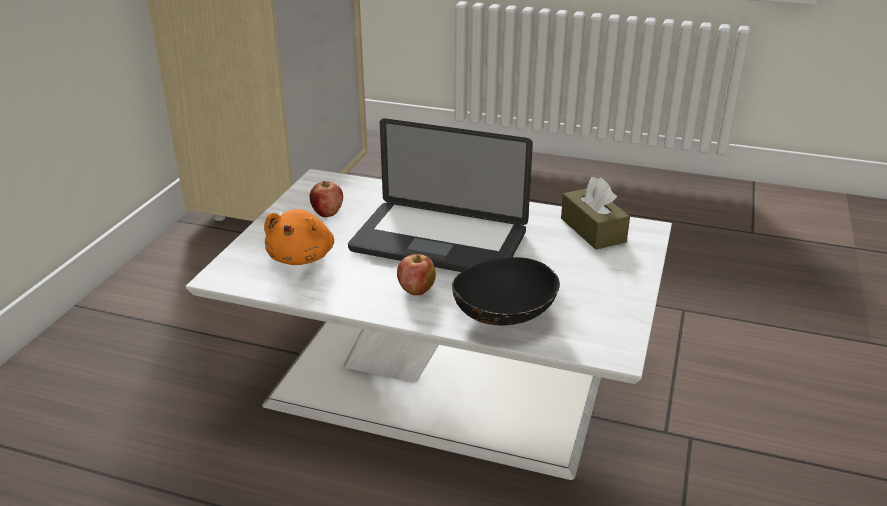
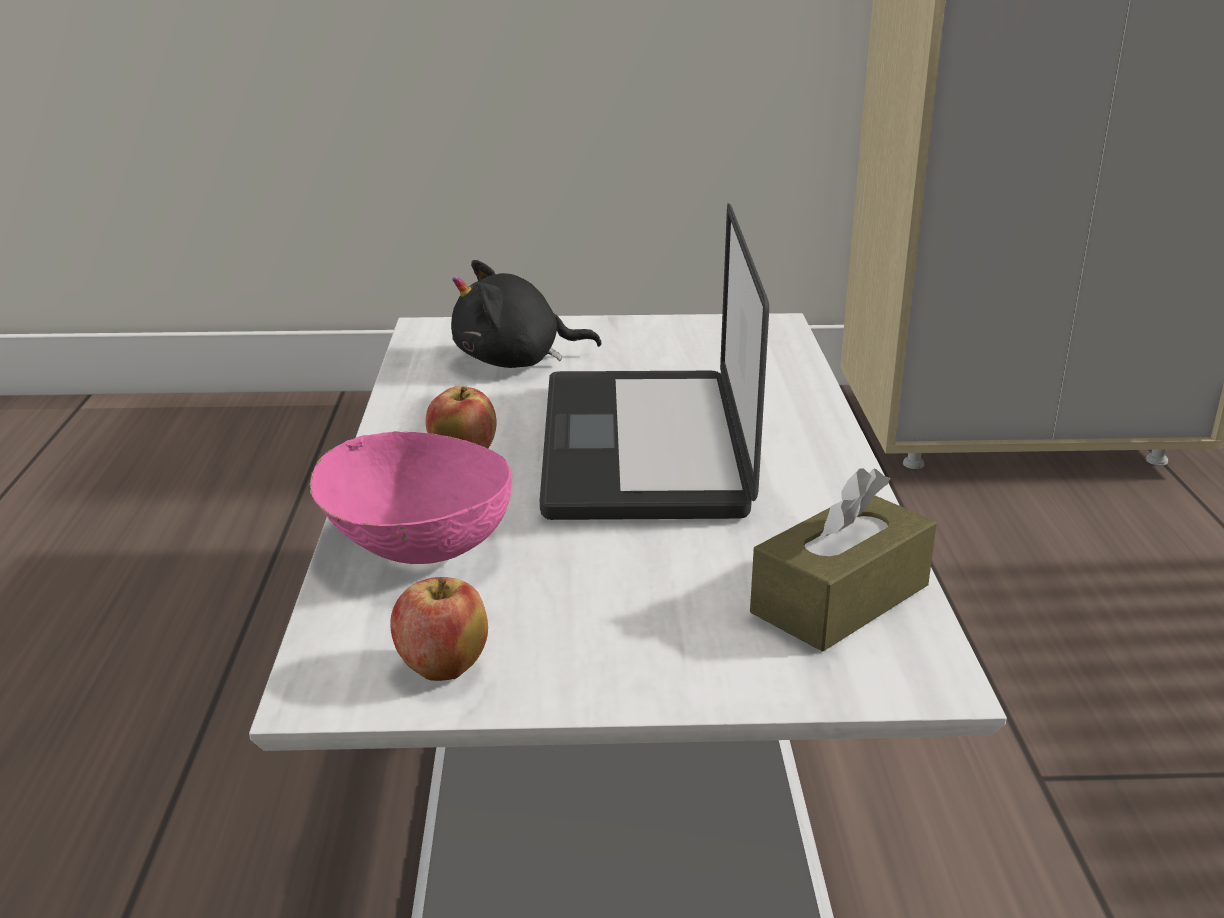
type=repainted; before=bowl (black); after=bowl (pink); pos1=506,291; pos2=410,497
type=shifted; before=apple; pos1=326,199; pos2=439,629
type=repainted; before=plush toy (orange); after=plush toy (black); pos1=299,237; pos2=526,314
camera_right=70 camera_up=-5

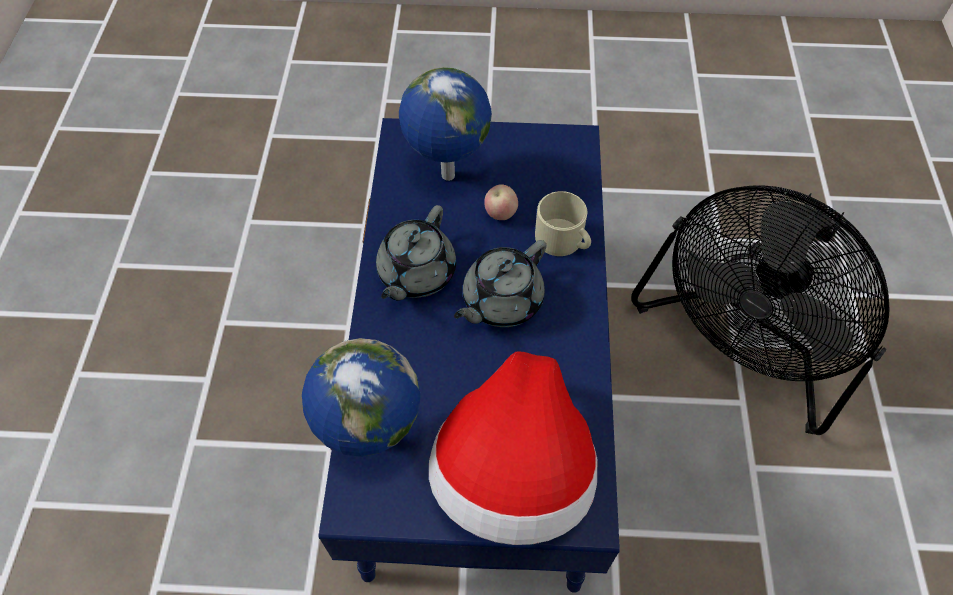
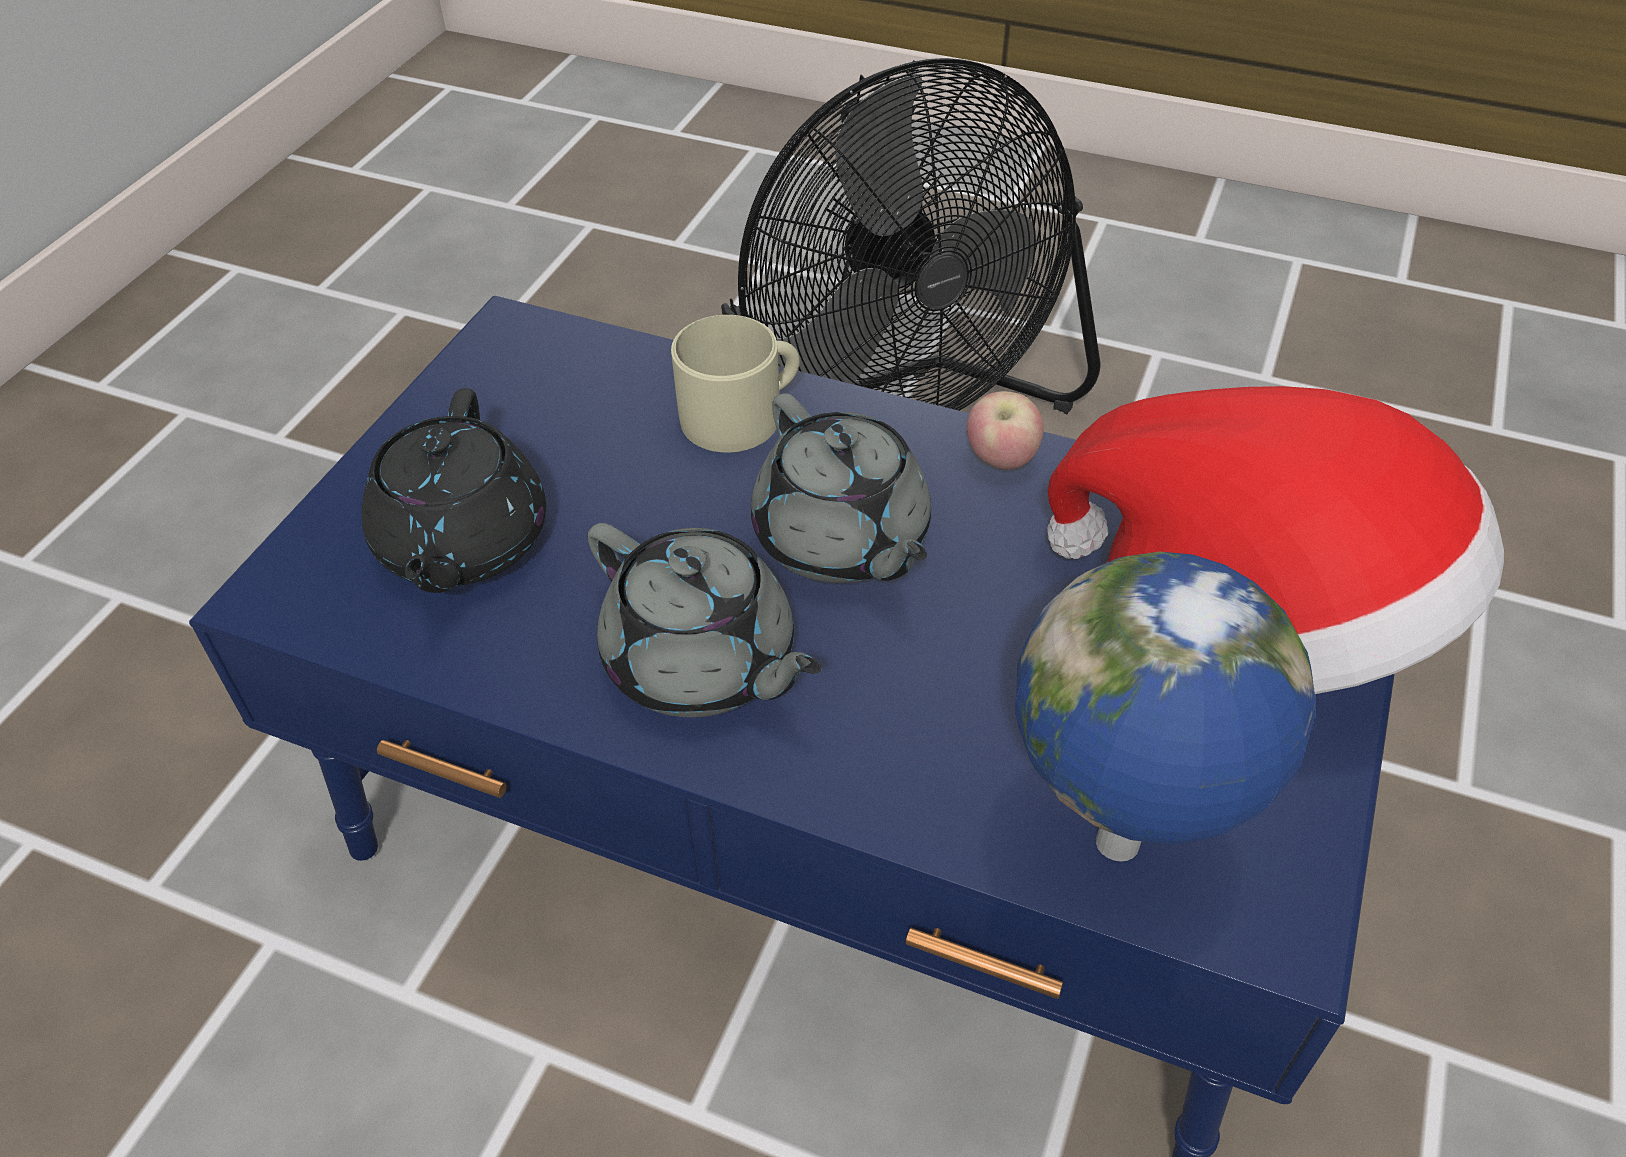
type=swapped; before=globe; after=teapot (black); pos1=445,124; pos2=454,490
type=shifted; before=apple; pos1=501,202; pos2=1005,430
camera_right=-70 camera_up=-10

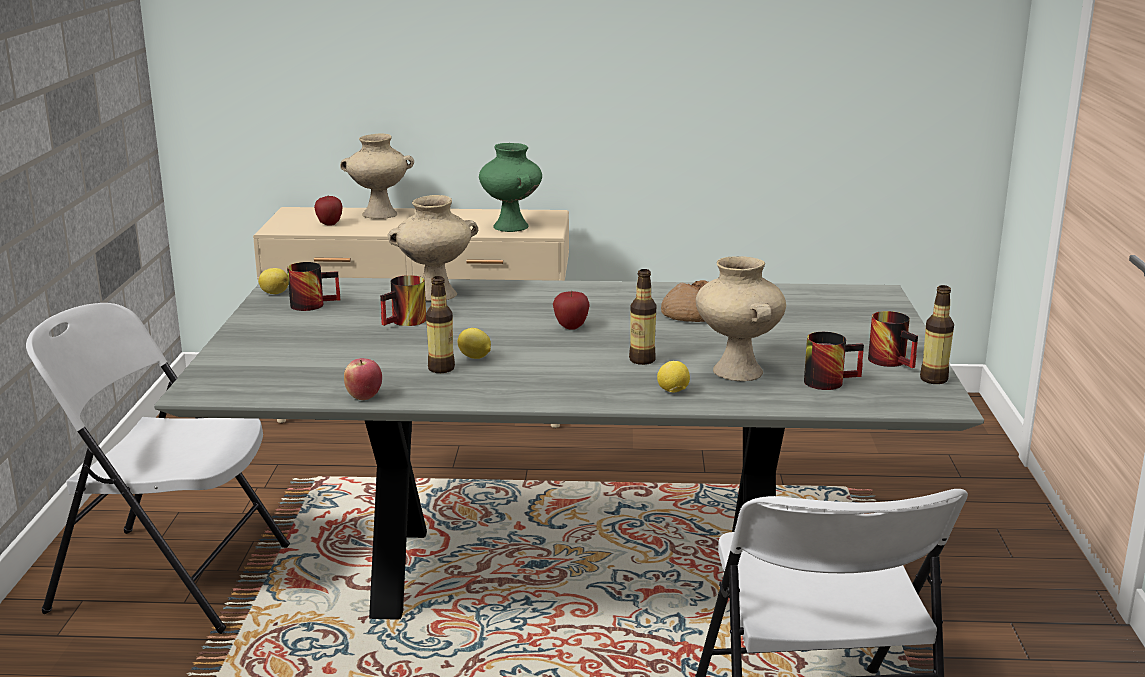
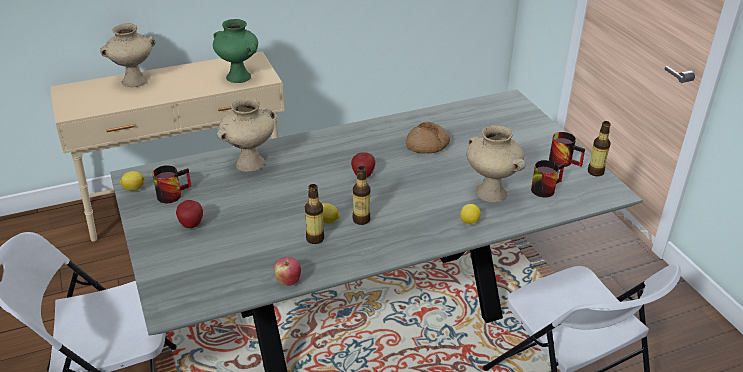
type=shifted; before=apple; pos1=328,211; pos2=189,214
type=shifted; before=bottle; pos1=642,317; pos2=361,195
type=gone; before=mug; pos1=403,300
camera_right=-25 camera_up=15

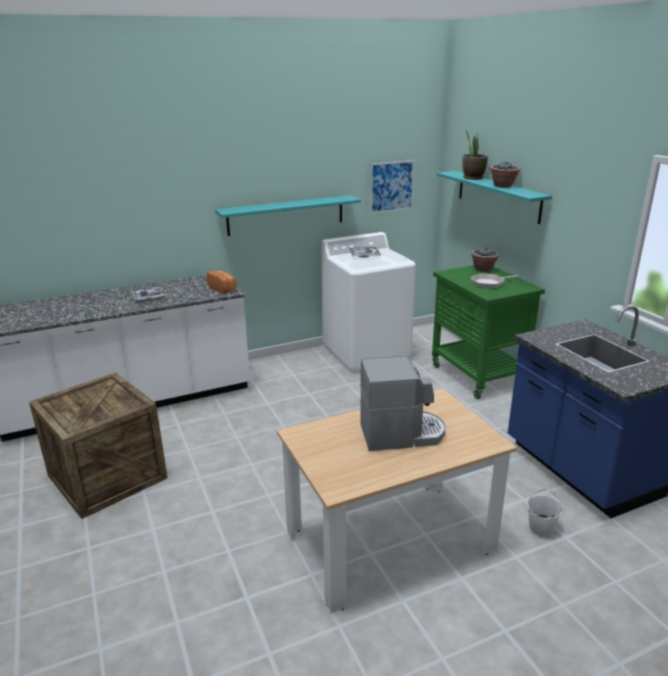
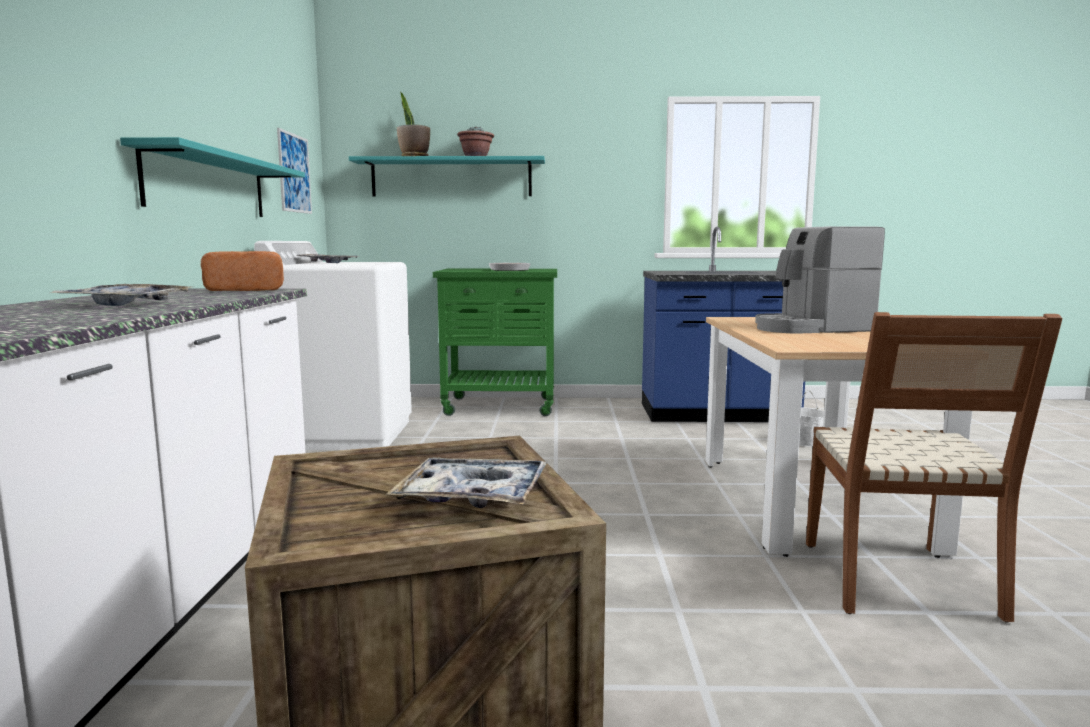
type=new; after=tray; pos2=467,482
type=rotated; before=coffee machine; pos1=403,403; pos2=820,280; turn=-120
type=new; after=chair; pos2=934,467
type=gone; before=potted plant; pos1=485,259
camera_right=-65 camera_up=-15

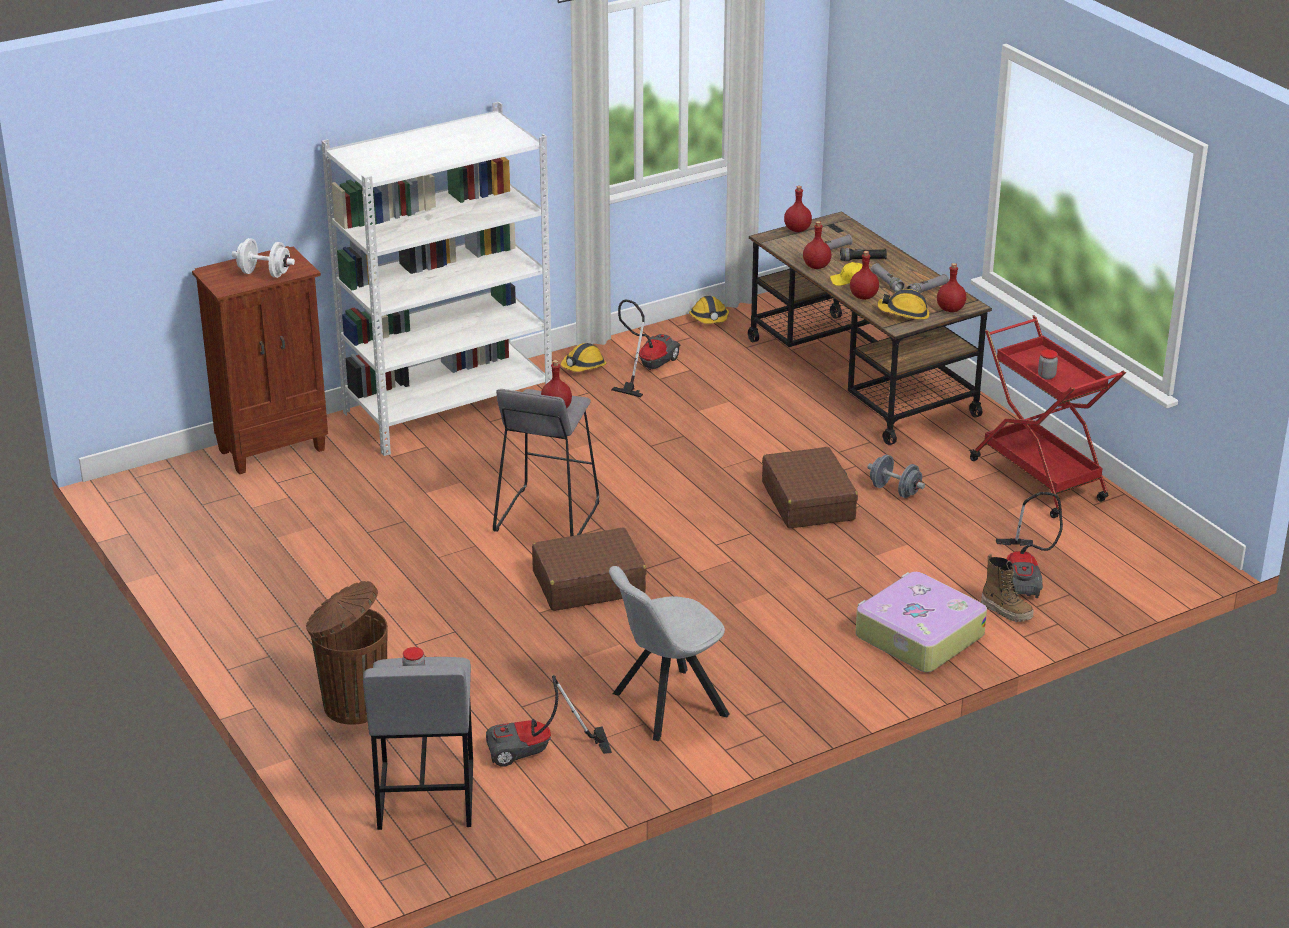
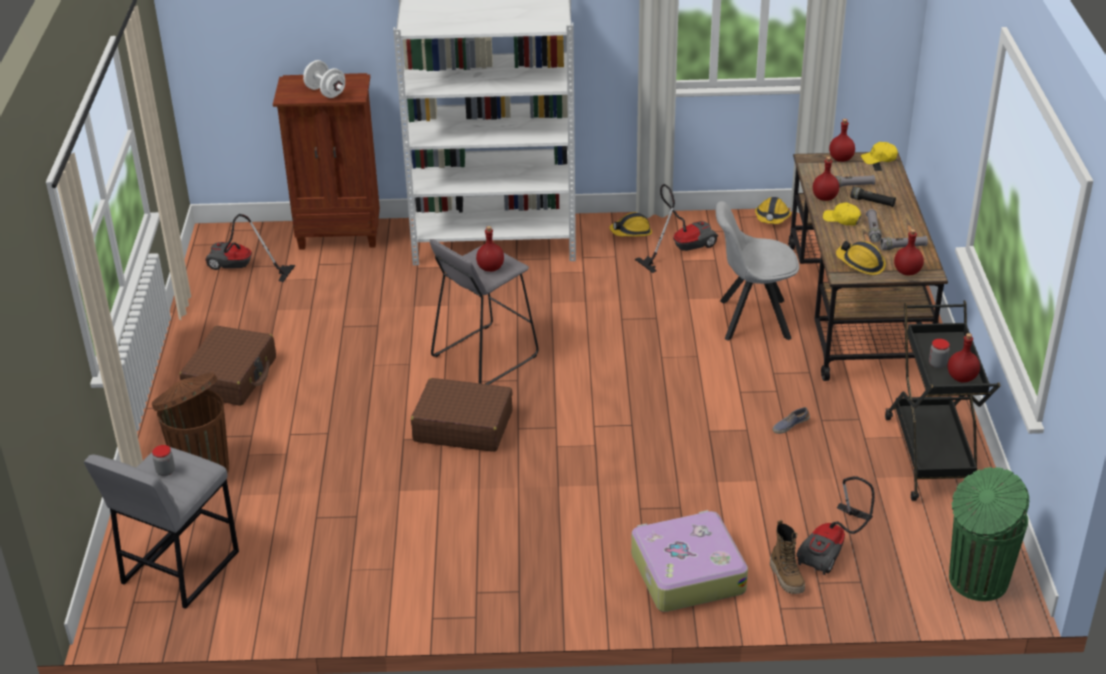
type=shifted; before=suitcase (brown); pos1=810,487; pos2=227,366
type=shifted; before=vacuum cleaner; pos1=549,720; pos2=250,248
type=shifted; before=chair (grey); pos1=669,653; pos2=757,271
type=swapped; before=dumbbell (grey); after=shoe; pos1=896,476; pos2=791,420
type=new; after=cap (yellow); pos2=879,153
type=repainted; before=cart (red); after=cart (black); pos1=1047,416; pos2=943,400
type=shifted; before=bottle (red); pos1=864,275; pos2=964,357
type=new; after=trash can (green); pos2=989,534
camera_right=30 camera_up=5

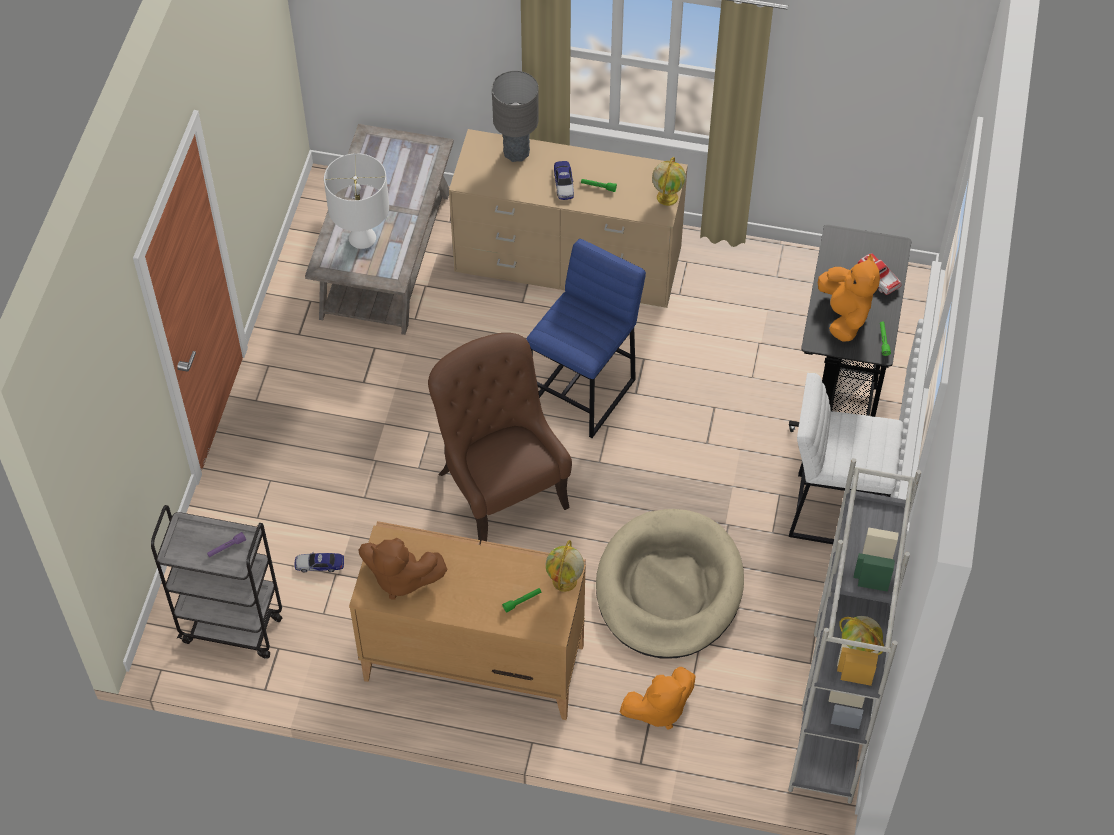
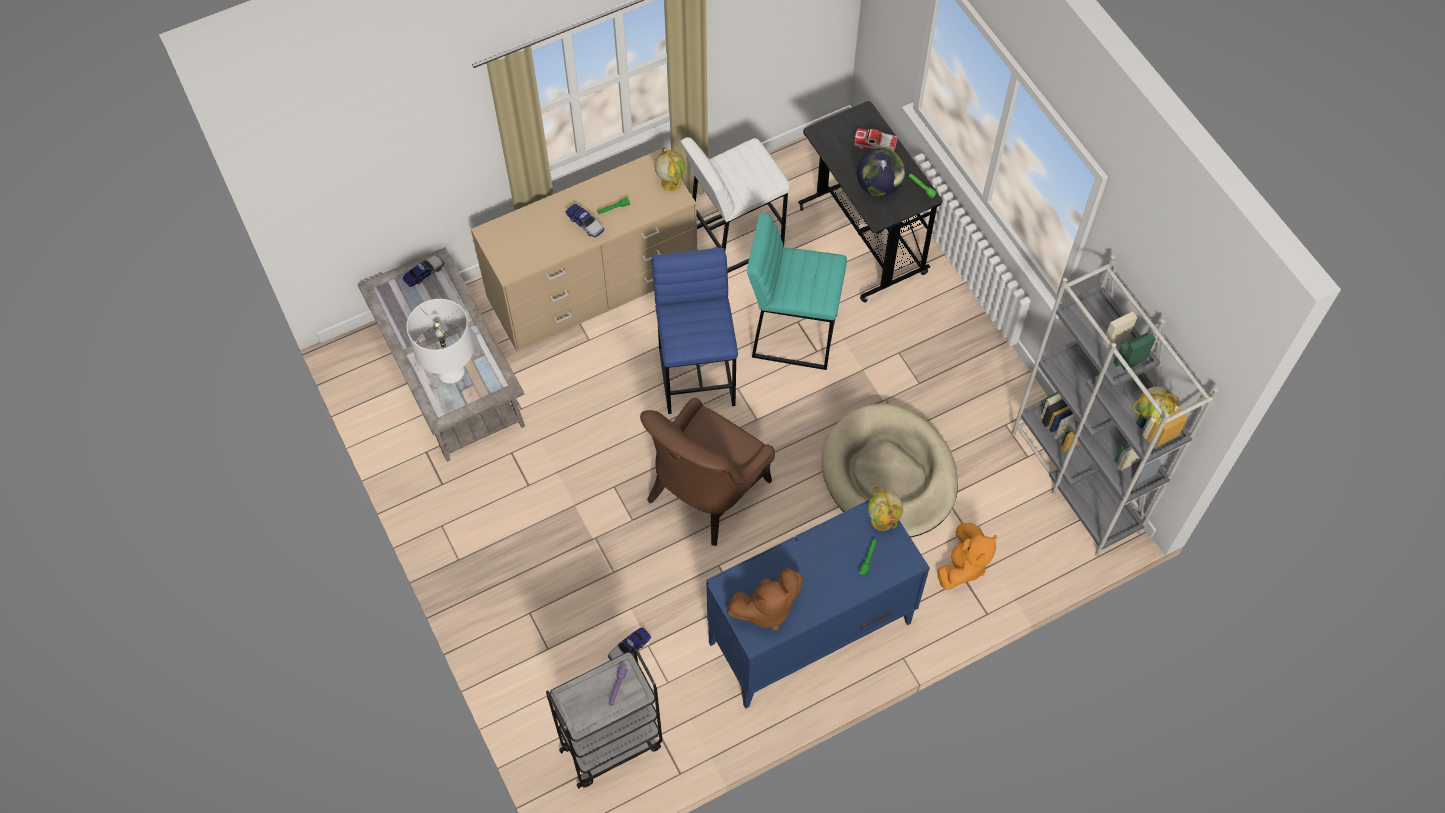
type=new; after=toy car; pos2=423,271
type=rotated; before=chair (brown); pos1=500,439; pos2=707,472; turn=-75
type=shifted; before=stool (white); pos1=846,458; pos2=735,205
type=repainted; before=cabinet (brown); after=cabinet (blue); pos1=467,620; pos2=818,604
type=new; after=stool (turquoise); pos2=797,291
type=swapped; before=plush toy (orange); after=globe; pos1=849,298; pos2=881,172
type=gone; before=table lamp (grey); pos1=515,116
camera_right=-40 camera_up=5

